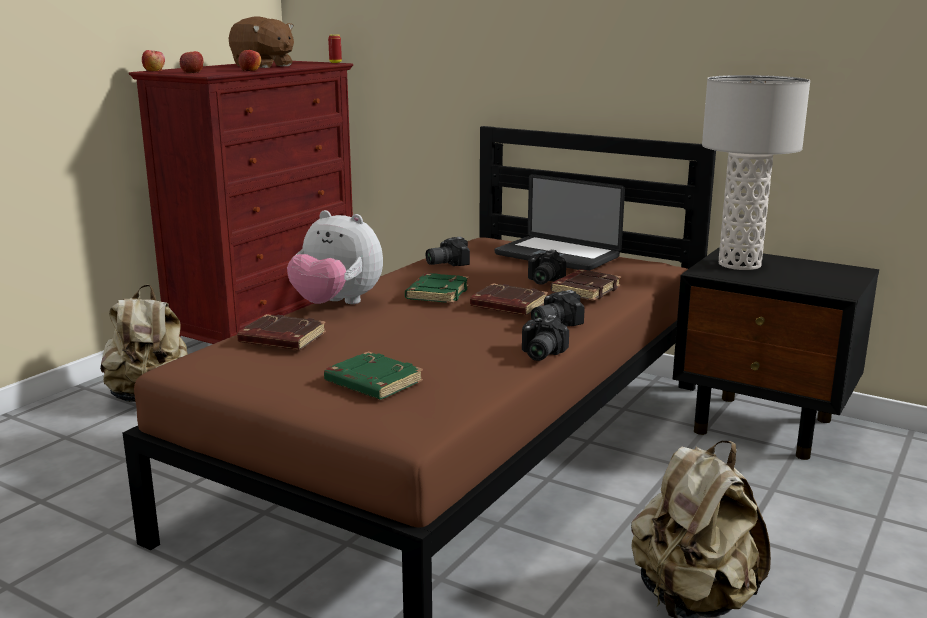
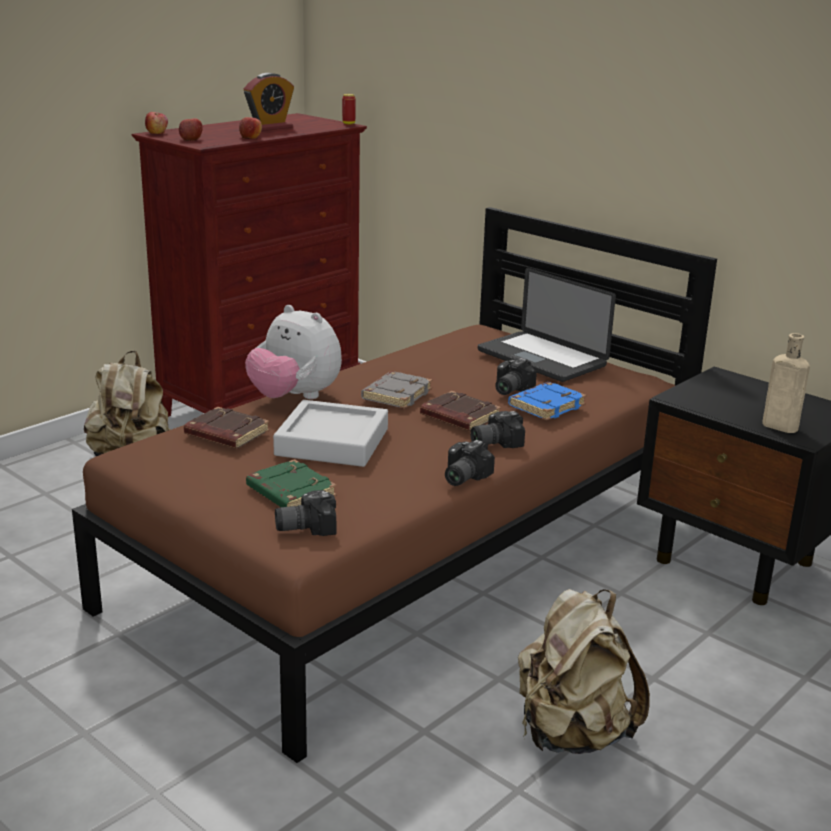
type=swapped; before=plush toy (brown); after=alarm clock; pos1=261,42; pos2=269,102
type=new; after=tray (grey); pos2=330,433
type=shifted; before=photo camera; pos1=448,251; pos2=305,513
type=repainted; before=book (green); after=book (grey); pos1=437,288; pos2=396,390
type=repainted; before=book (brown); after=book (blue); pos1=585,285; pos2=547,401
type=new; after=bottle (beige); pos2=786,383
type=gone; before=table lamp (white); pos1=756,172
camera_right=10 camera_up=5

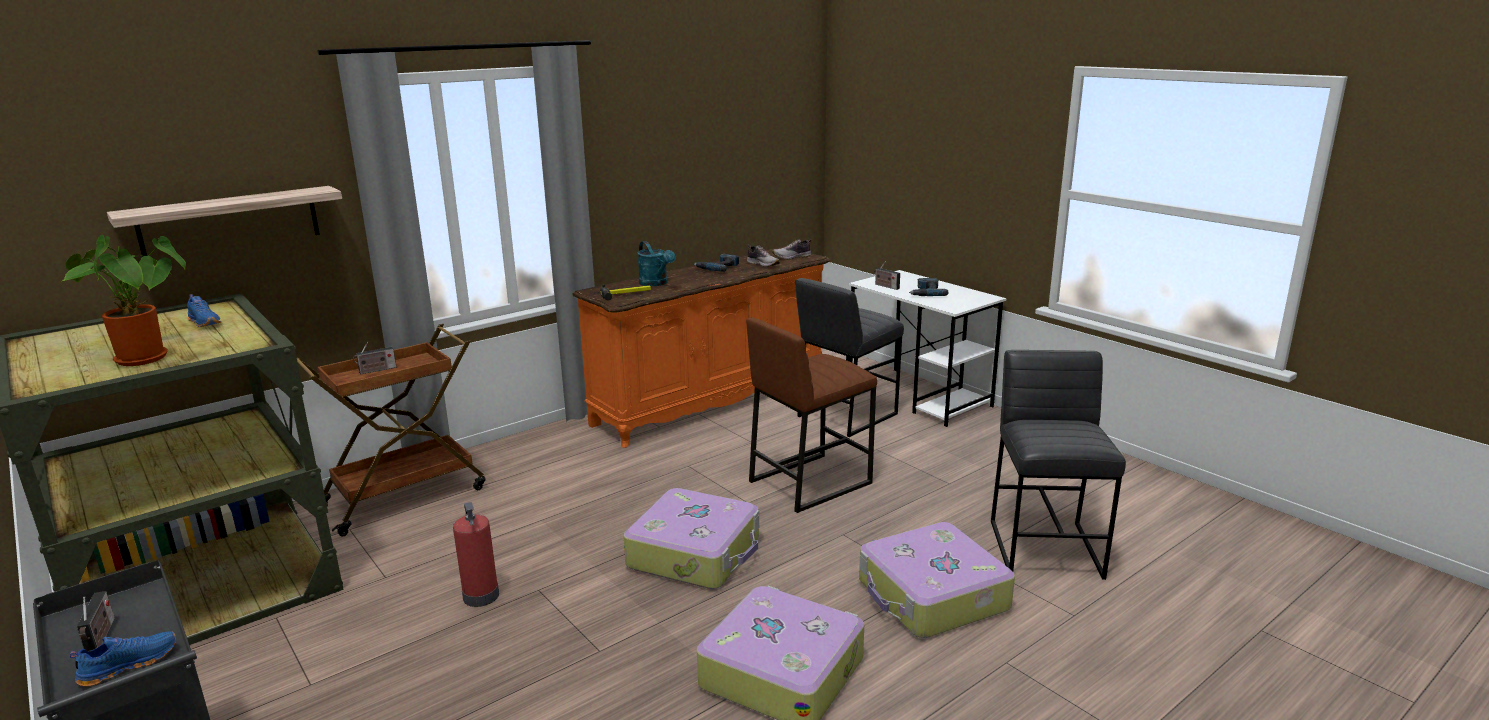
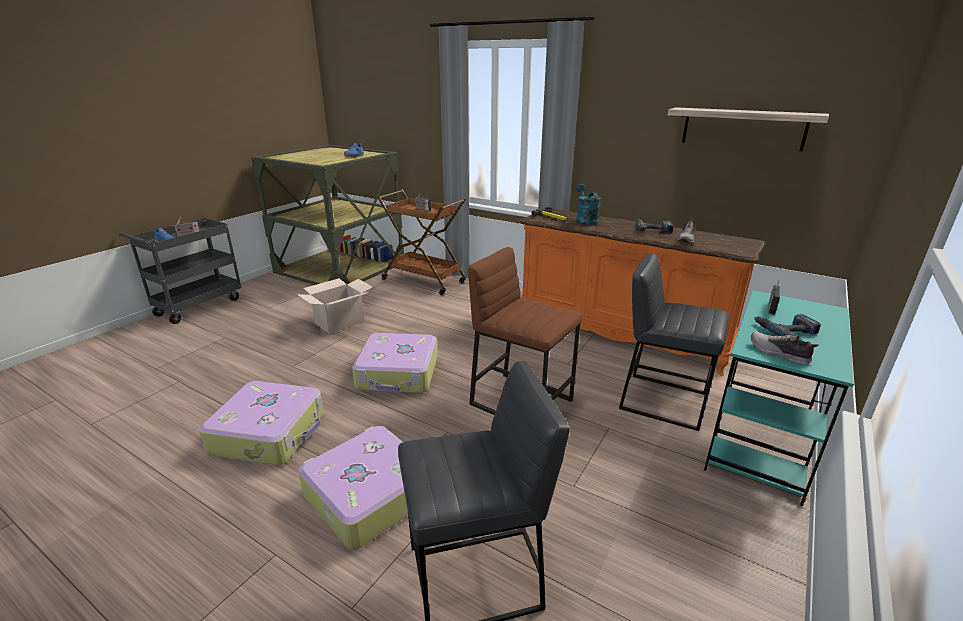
type=swapped; before=fire extinguisher; after=cardboard box; pos1=476,554; pos2=335,306
type=rotated; before=watering can (turquoise); pos1=656,263; pos2=588,205; turn=135
type=shifted; before=shelf; pos1=224,221; pos2=748,129
type=repainted; before=desk (white); after=desk (turquoise); pos1=927,348; pos2=779,398
type=shifted; before=shoe; pos1=792,249; pos2=785,348
type=gone; before=potted plant; pos1=124,300
camera_right=70 camera_up=5

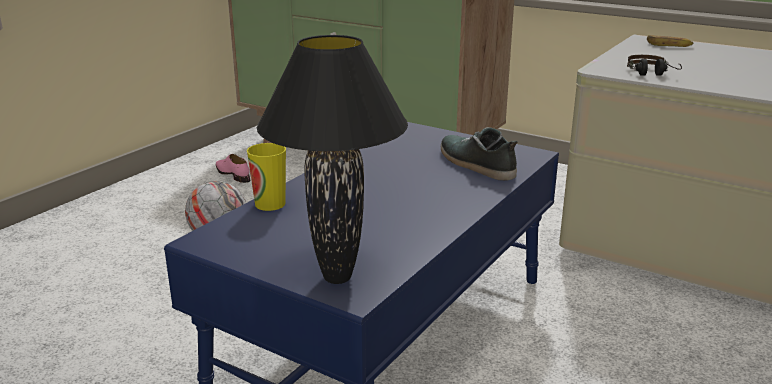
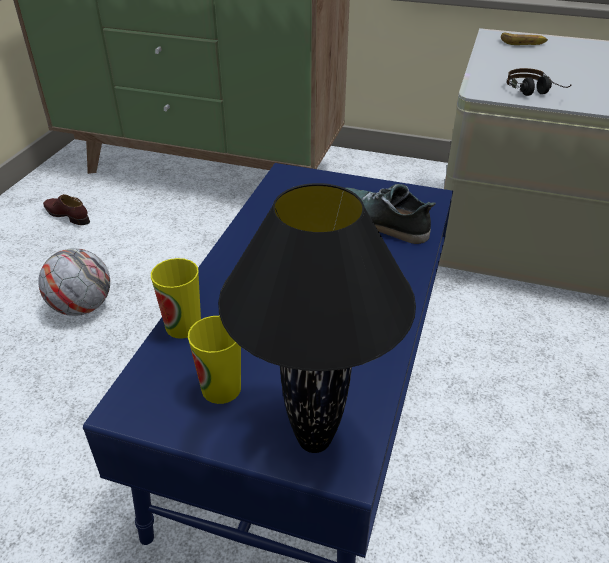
type=repainted; before=shoe (pink); after=shoe (brown); pos1=233,168; pos2=66,209
type=new; after=cup; pos2=214,360
camera_right=-15 camera_up=15

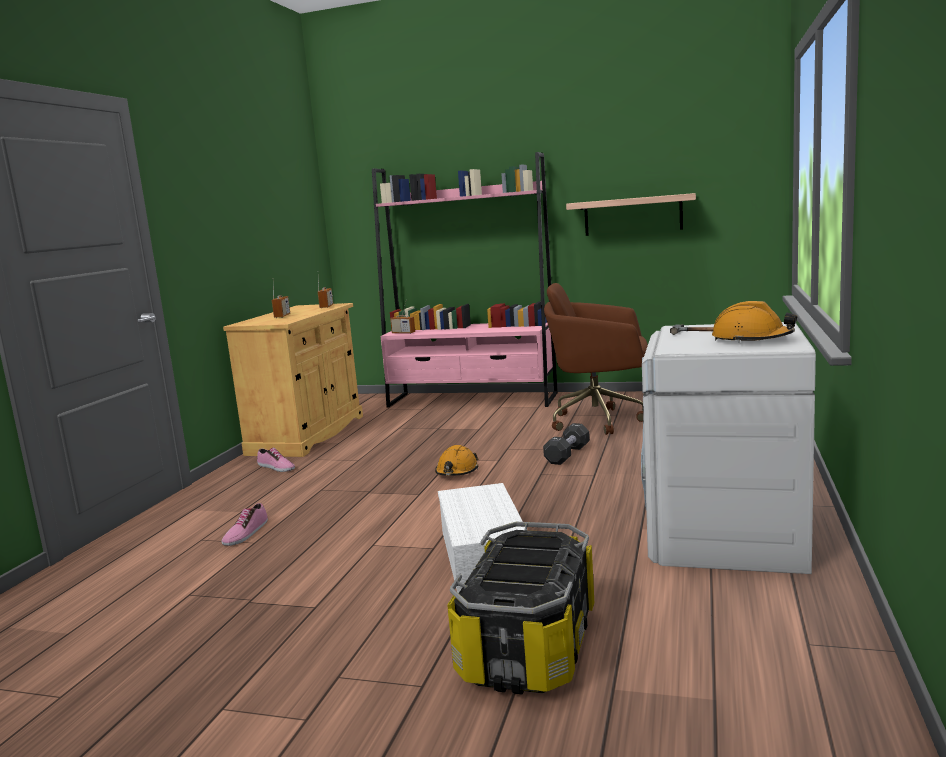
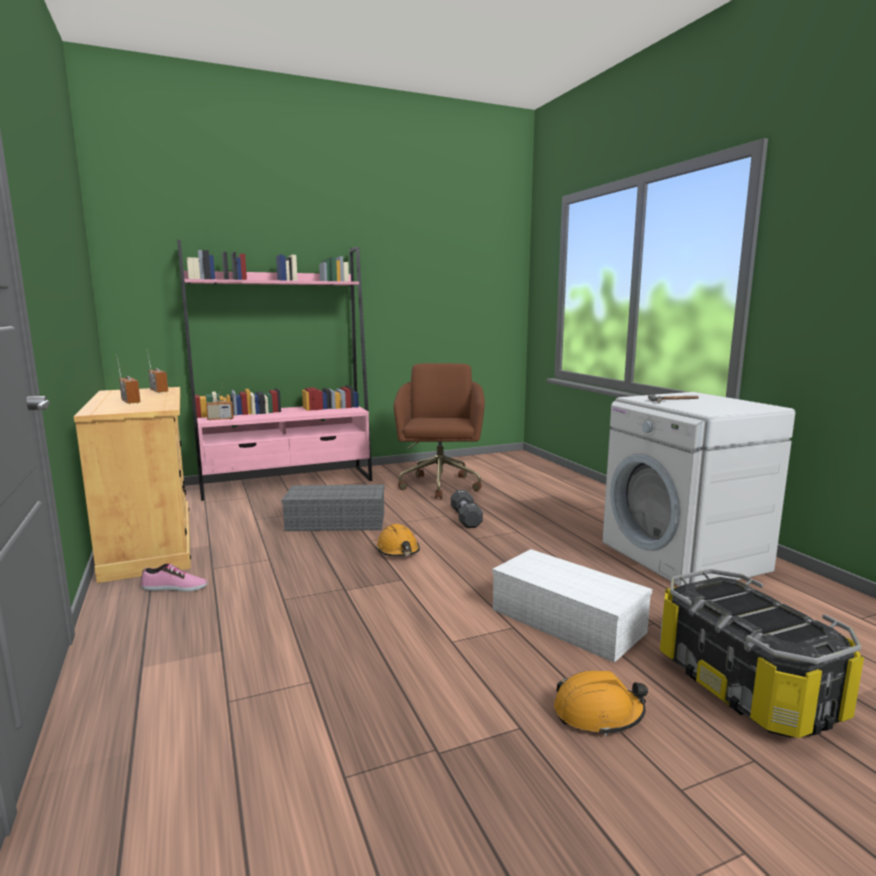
type=new; after=storage box (grey); pos2=333,508
type=rotated; before=office chair (brown); pos1=596,359; pos2=439,431; turn=120
type=shifted; before=hard hat (orange); pos1=754,322; pos2=601,703
type=gone; before=shoe; pos1=245,524
type=gone; before=shelf; pos1=631,214
camera_right=-40 camera_up=0

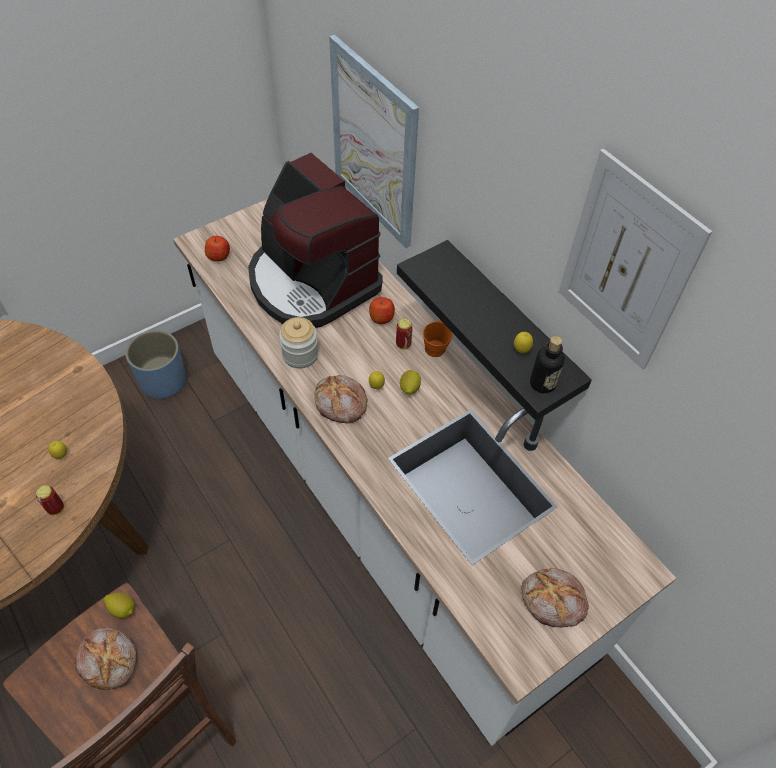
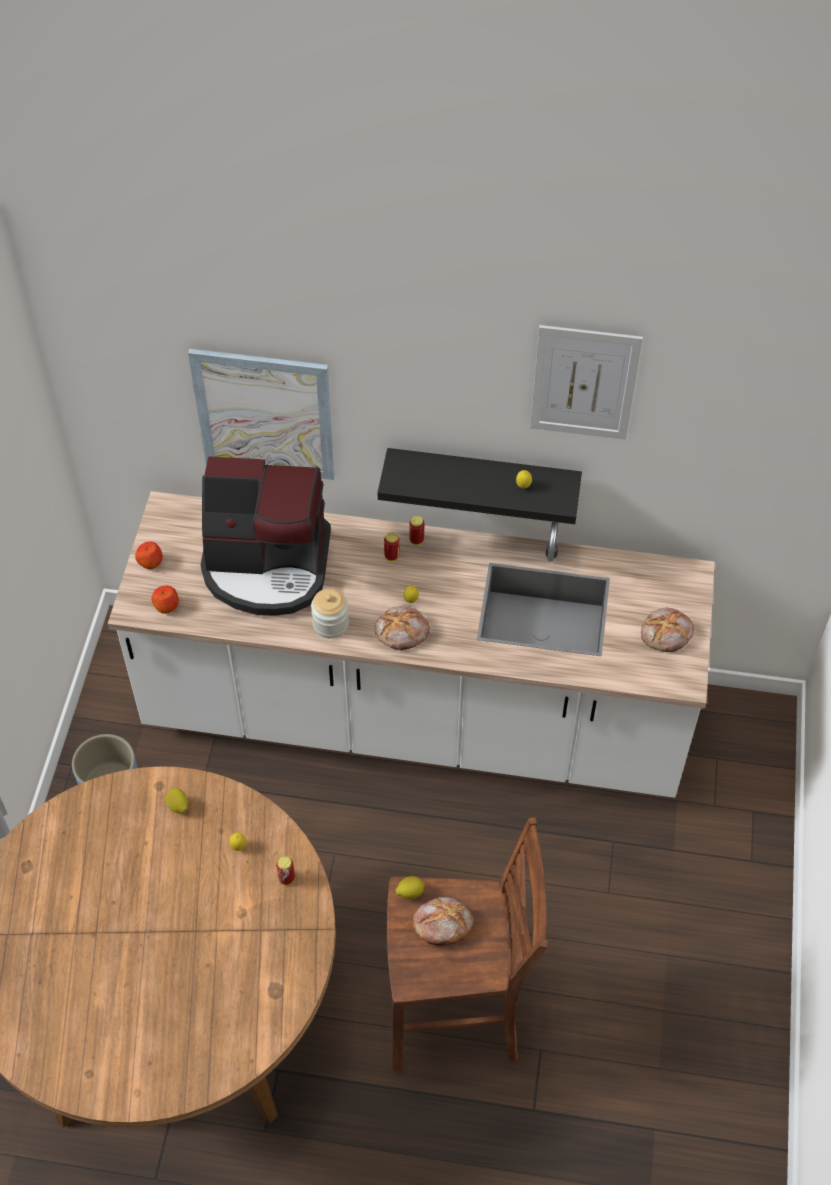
type=shifted; before=apple; pos1=382,310; pos2=149,555
type=shifted; before=lemon; pos1=410,382; pos2=176,801
type=swapped; before=mug (orange); after=can; pos1=437,338; pos2=416,530
type=gone; before=bottle; pos1=547,364
camera_right=-45 camera_up=0

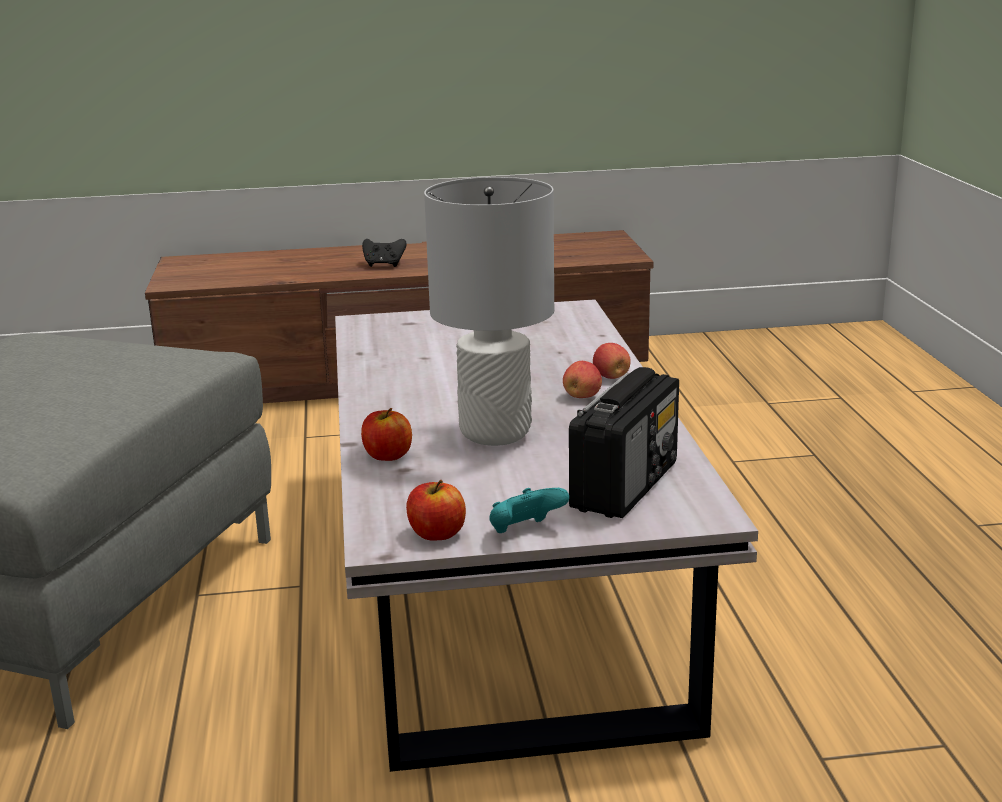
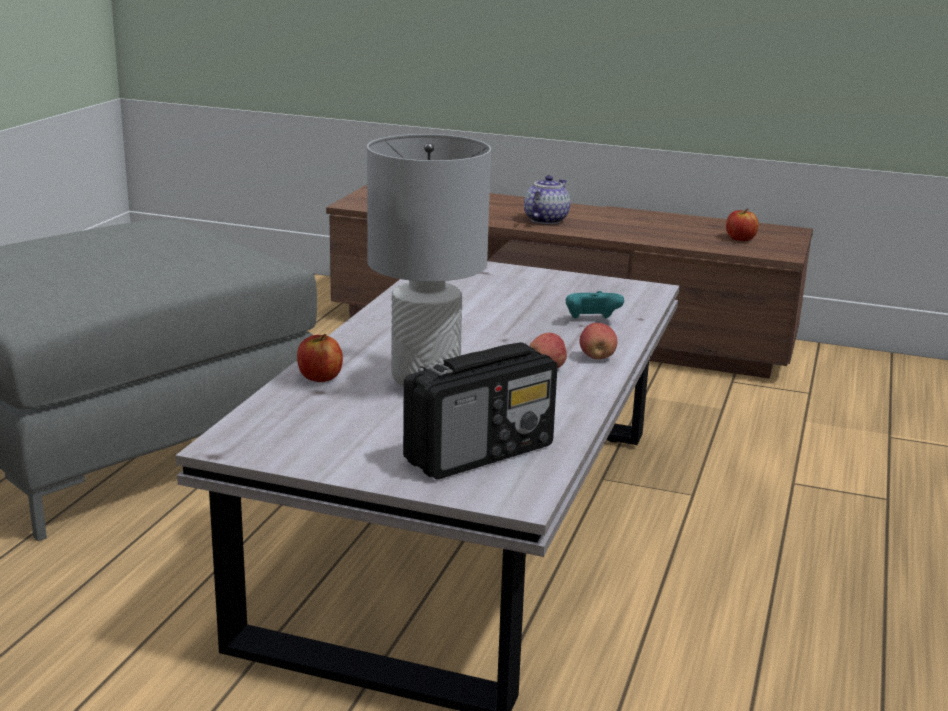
type=swapped; before=game controller (black); after=teapot; pos1=384,253; pos2=547,199
type=shifted; before=game controller (turquoise); pos1=529,510; pos2=595,305
type=shifted; before=apple; pos1=436,510; pos2=742,224
camera_right=25 camera_up=0

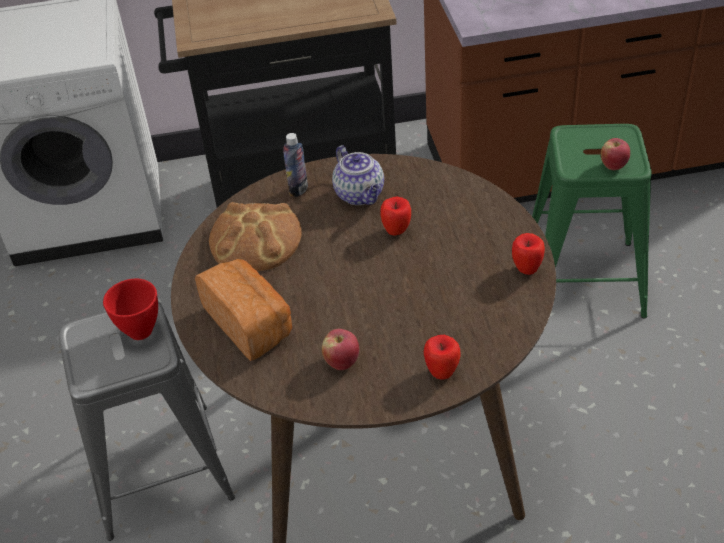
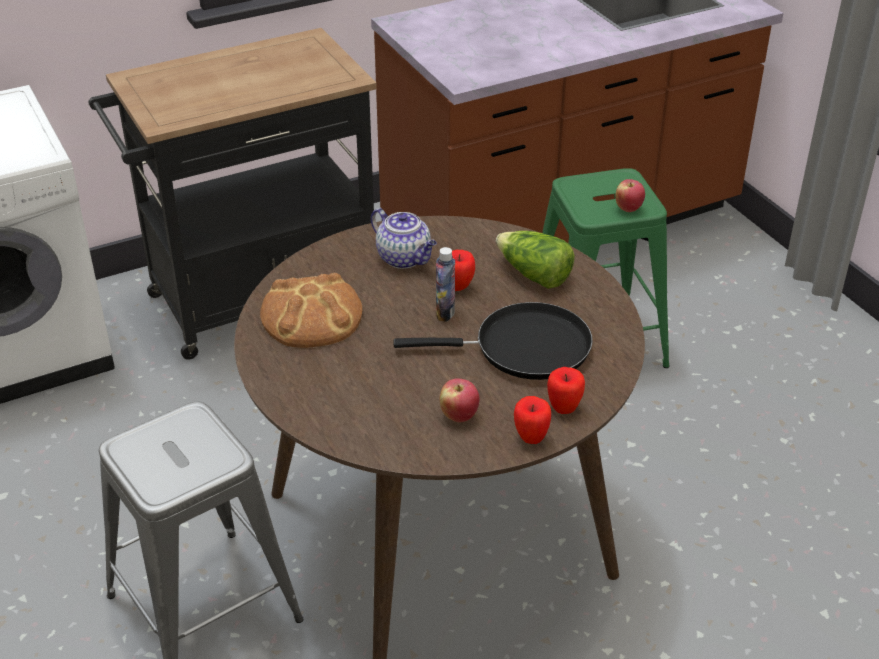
type=new; after=frying pan (black); pos2=493,341
type=shifted; before=bottle; pos1=295,165; pos2=445,284
type=new; after=lettuce; pos2=535,260
type=shifted; before=apple; pos1=528,254; pos2=532,420
type=gone; before=bowl (red); pos1=130,309
type=gone; before=bread; pos1=243,310
camera_right=-20 camera_up=-5

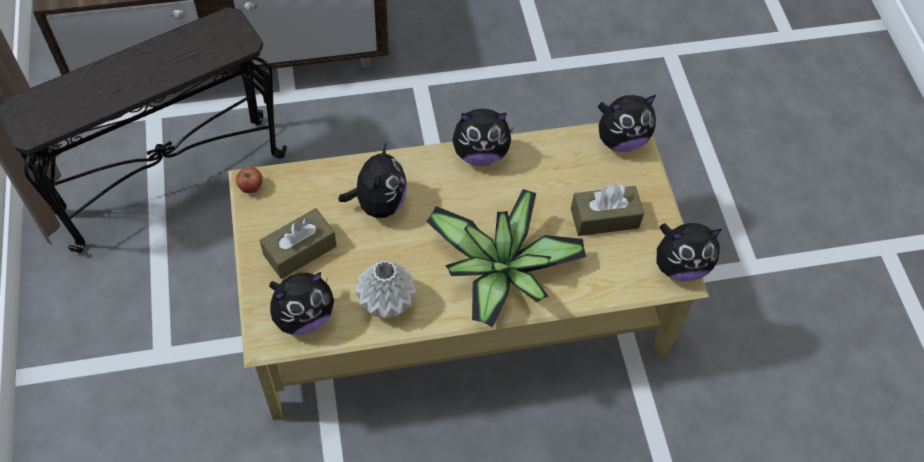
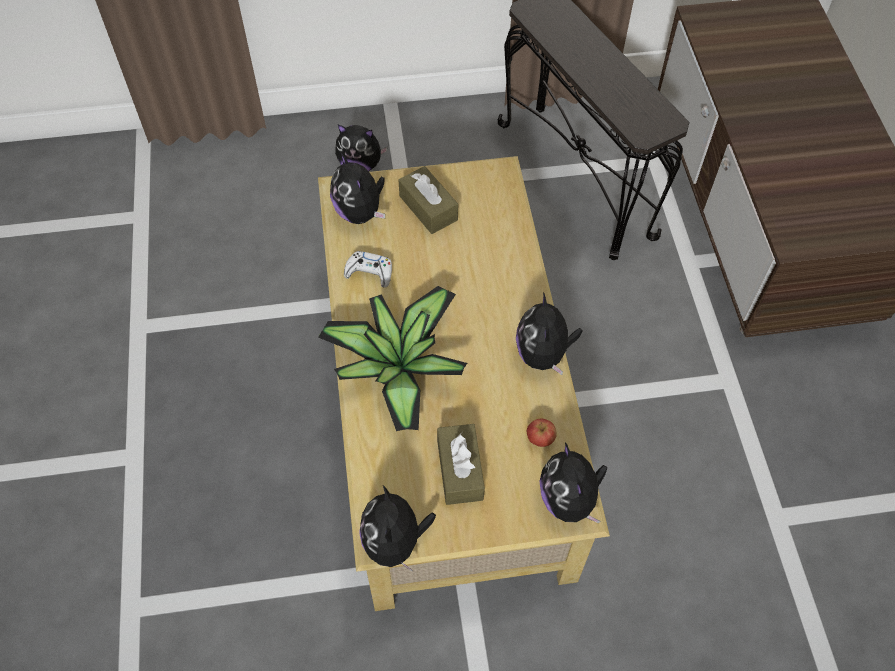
type=shifted; before=plush toy; pos1=372,180; pos2=361,148
type=swapped; before=vase (grey); after=game controller (white); pos1=386,289; pos2=368,269
type=shifted; before=apple; pos1=249,180; pos2=542,433
camera_right=95 camera_up=0

